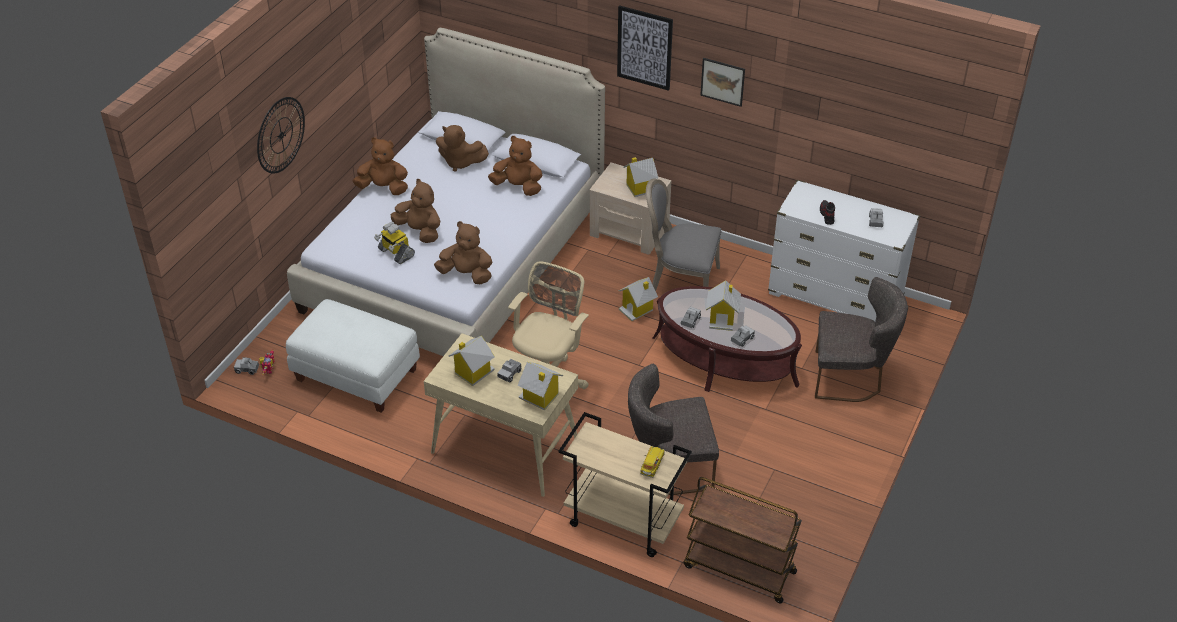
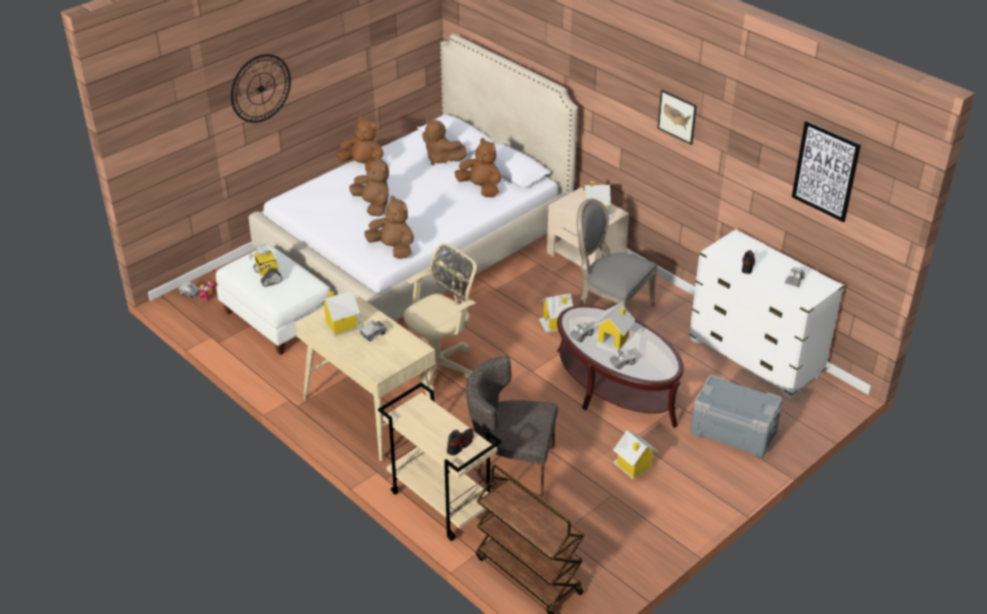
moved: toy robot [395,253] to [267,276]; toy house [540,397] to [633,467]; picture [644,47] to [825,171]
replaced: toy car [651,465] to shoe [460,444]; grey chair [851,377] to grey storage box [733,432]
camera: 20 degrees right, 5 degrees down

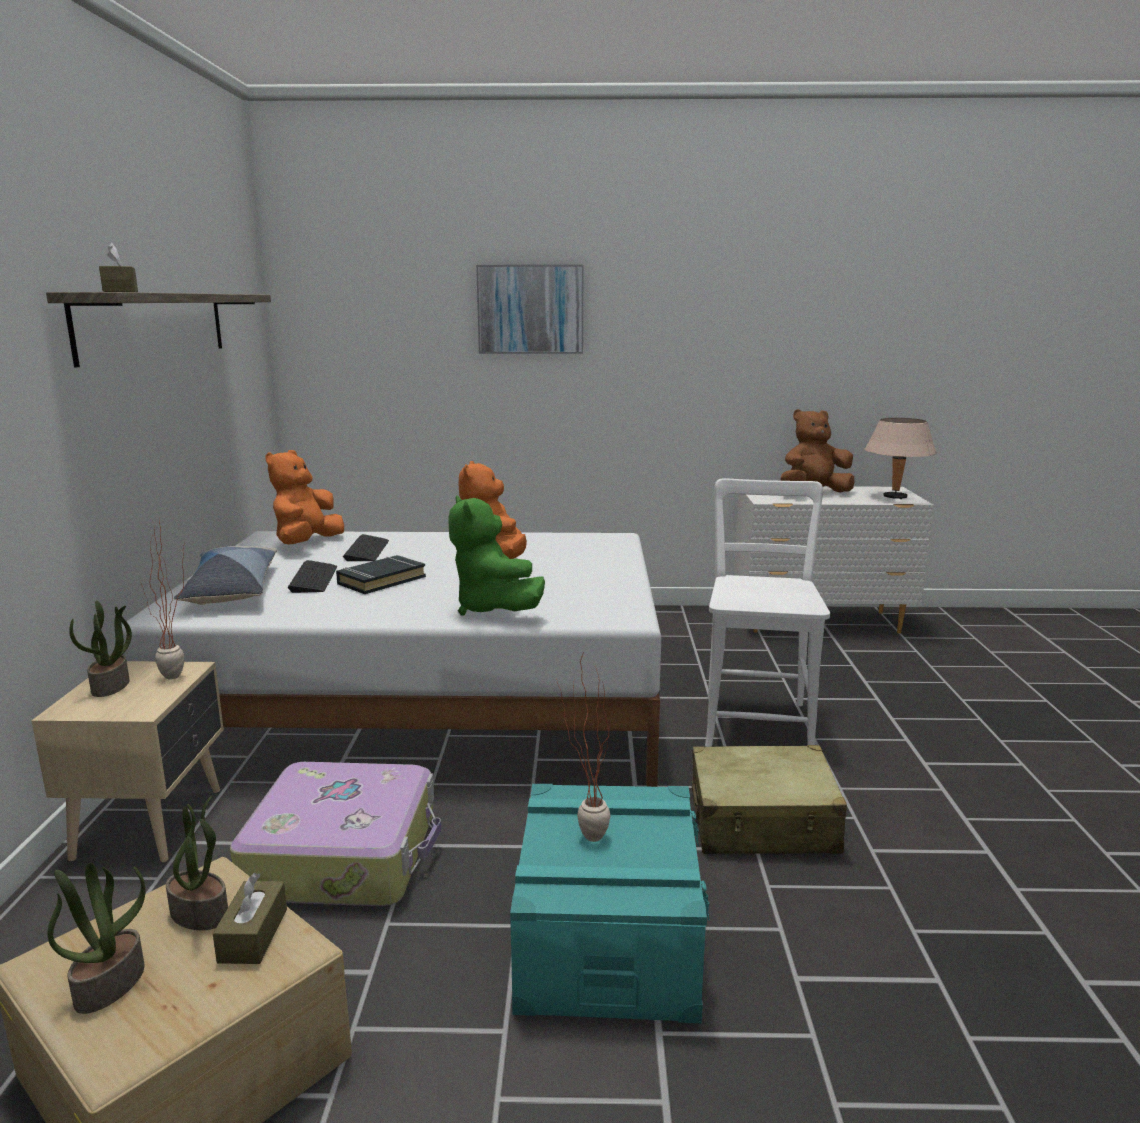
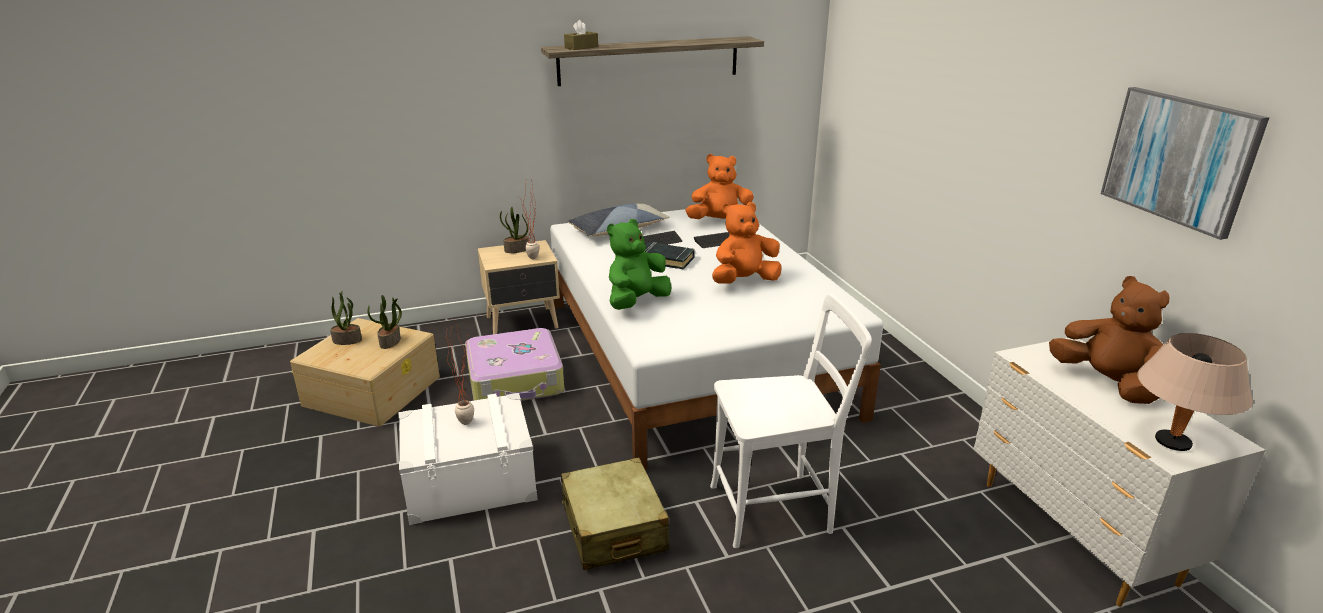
removed: brown tissue box [253,935]
moved: picture [530,309] to [1179,159]
recoloured: turquoise storage box [607,937] to white storage box [470,480]
camera: 70 degrees right, 10 degrees up

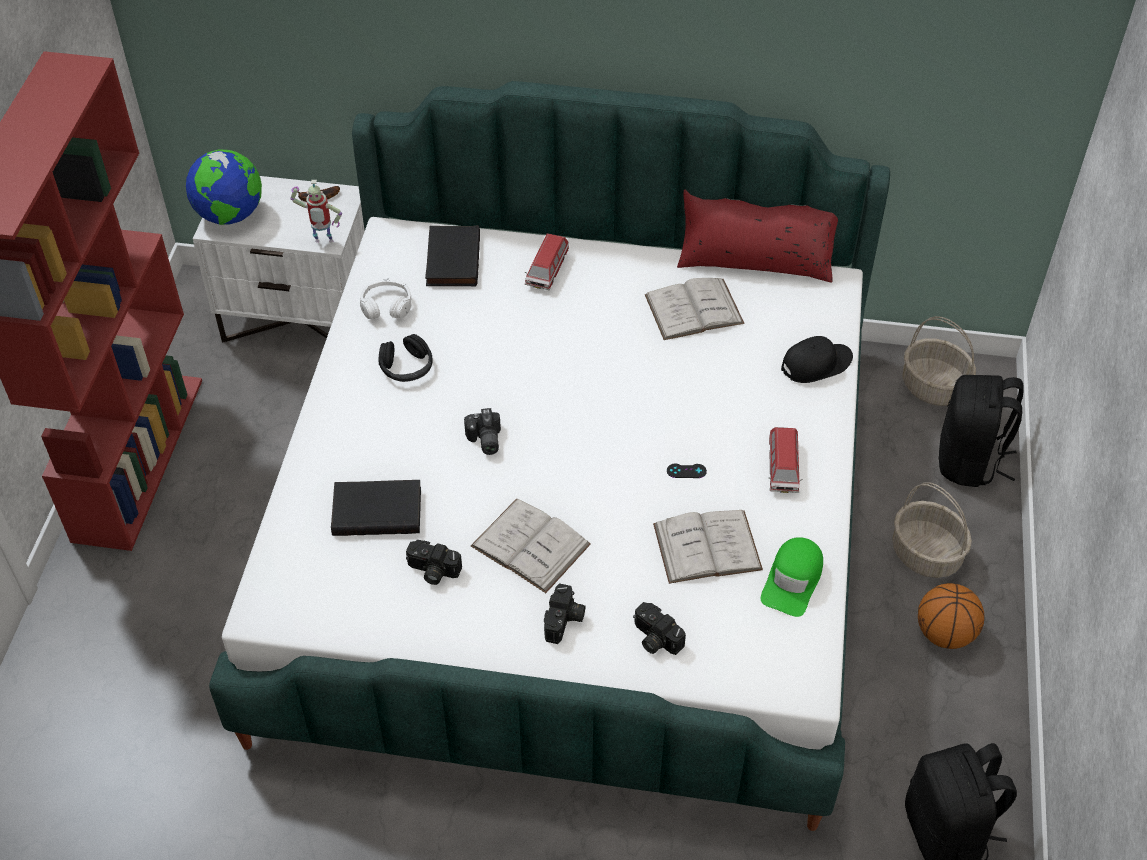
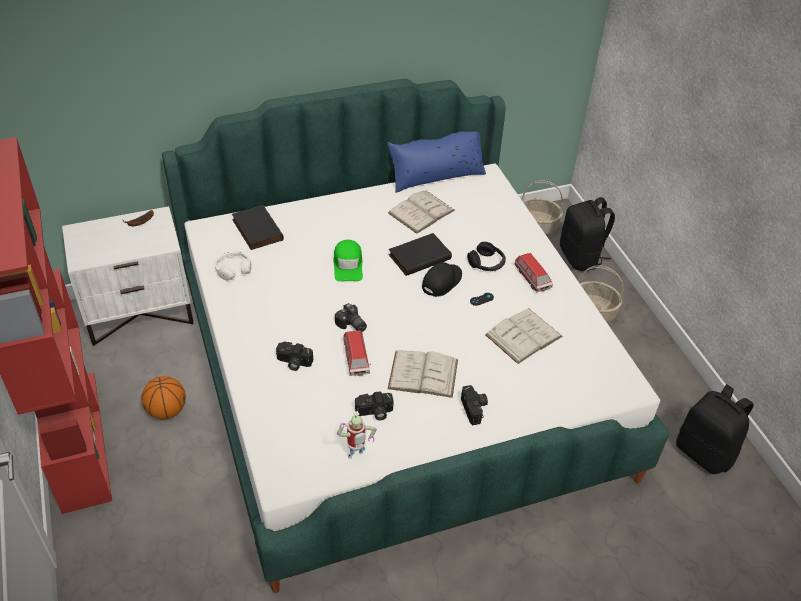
removed: globe [230,215]
moved: basketball [945,634] to [167,411]; photo camera [654,638] to [293,362]; green cap [793,580] to [348,265]; toy robot [323,243] to [356,457]; toy car [547,270] to [356,359]; black book [378,510] to [419,256]; black cap [816,364] to [442,282]; black headphones [407,367] to [486,263]
recoloured: red pillow [755,261] to blue pillow [436,176]
camera: 30 degrees left, 5 degrees down

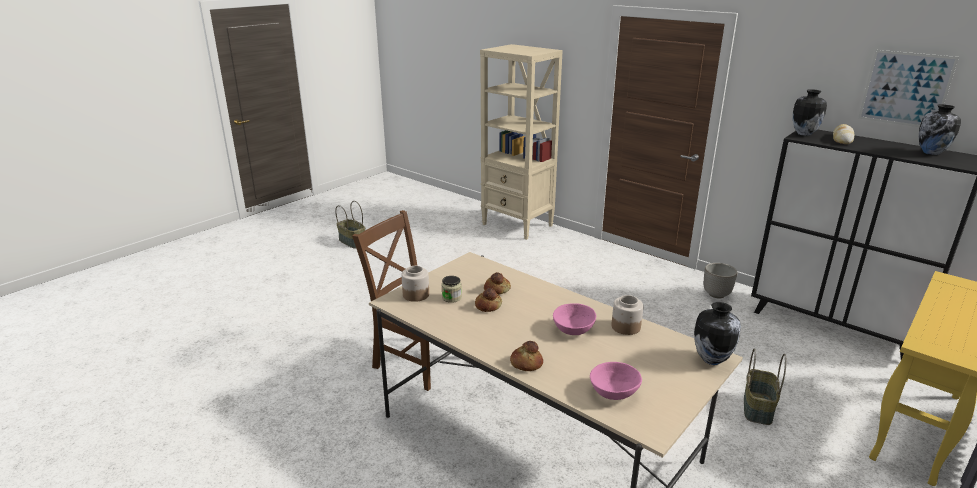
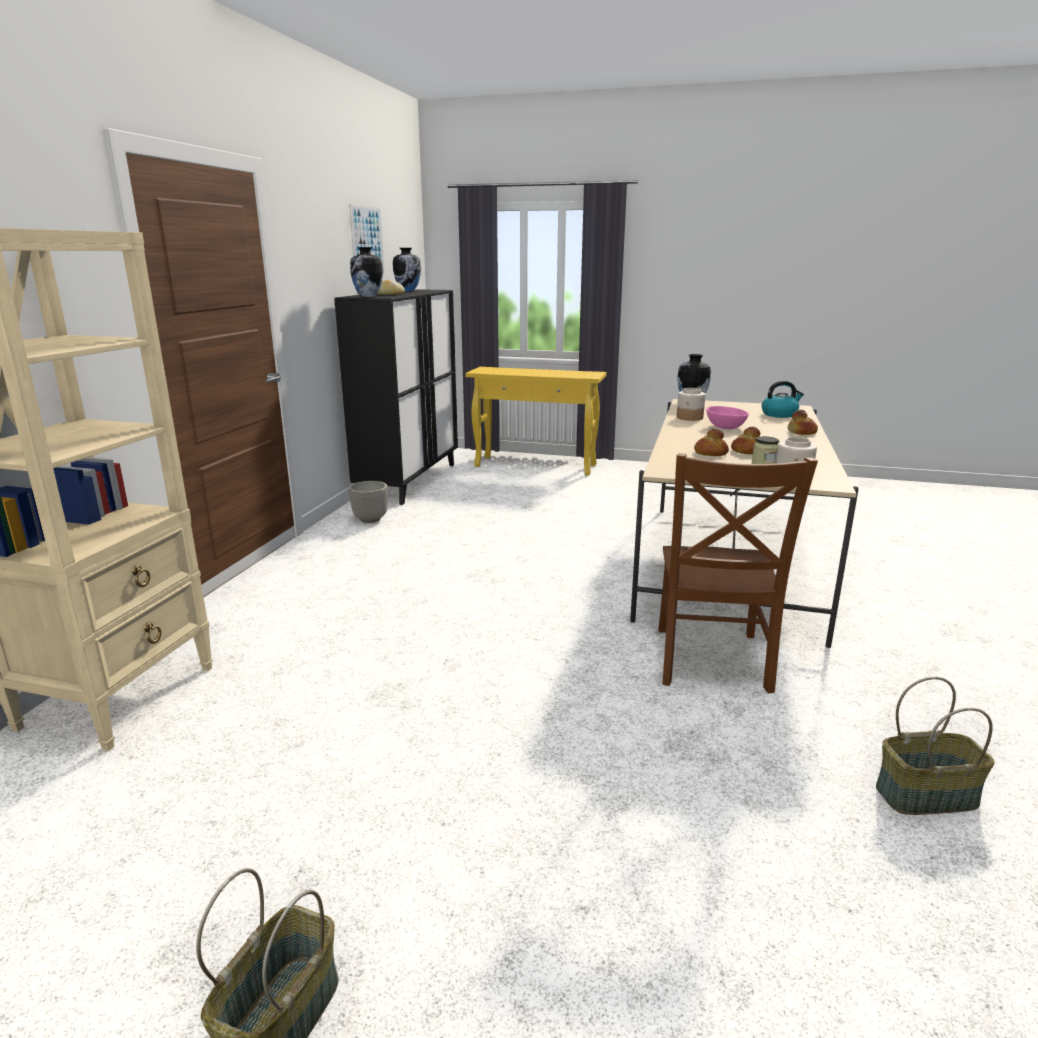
moved: basket [758,408] to [926,795]
replaced: pink bowl [614,392] to kettle [779,414]
camera: 115 degrees left, 5 degrees down

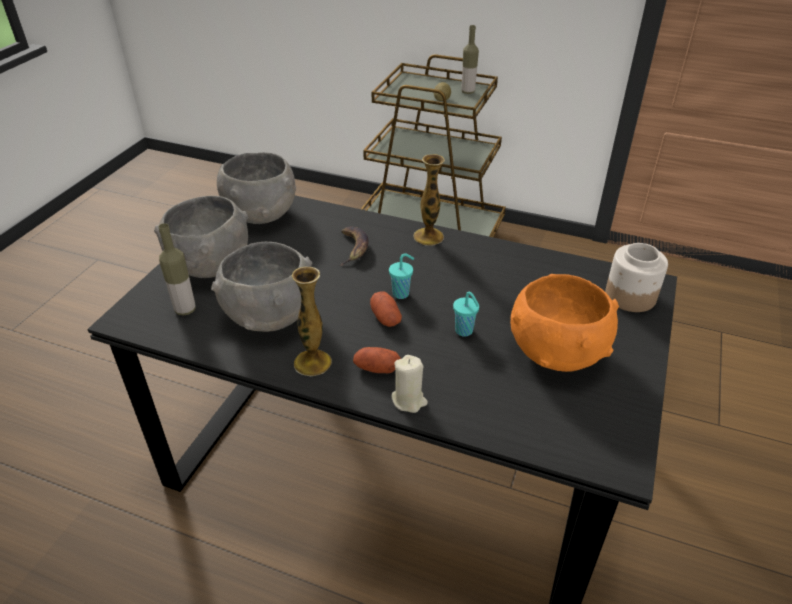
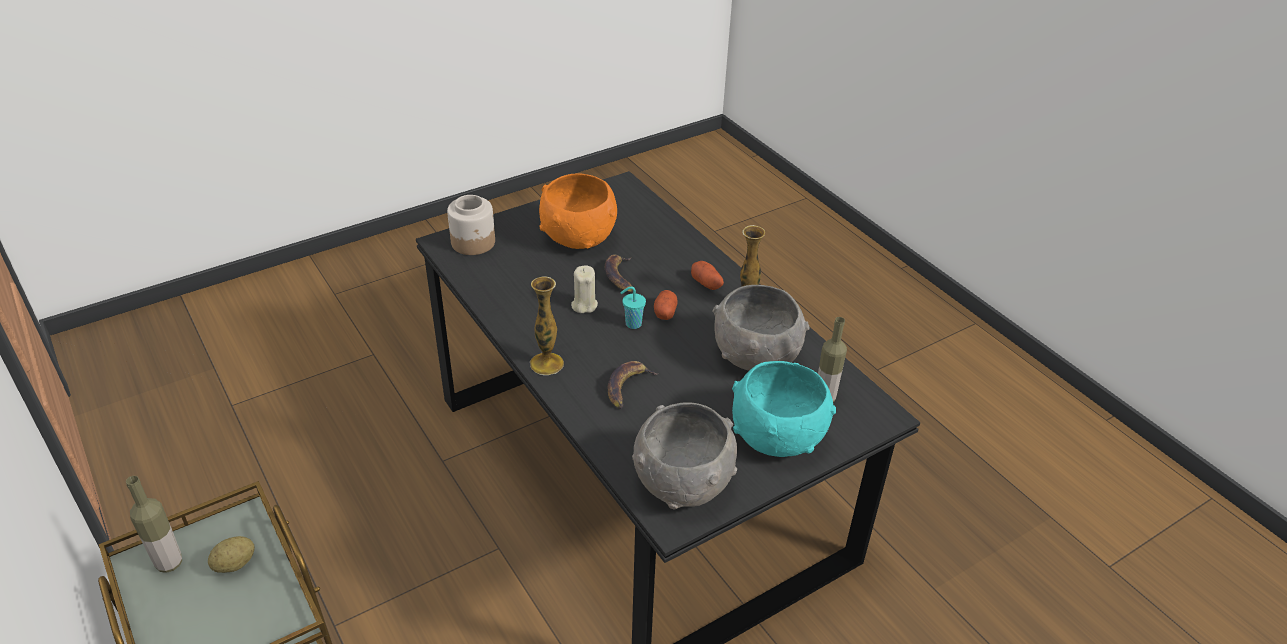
moved: beige candle [409,400] to [584,305]
replaced: turquoise cup [465,331] to banana [619,276]
recoloured: grey bowl [210,265] to turquoise bowl [778,437]
camera: 145 degrees left, 0 degrees up

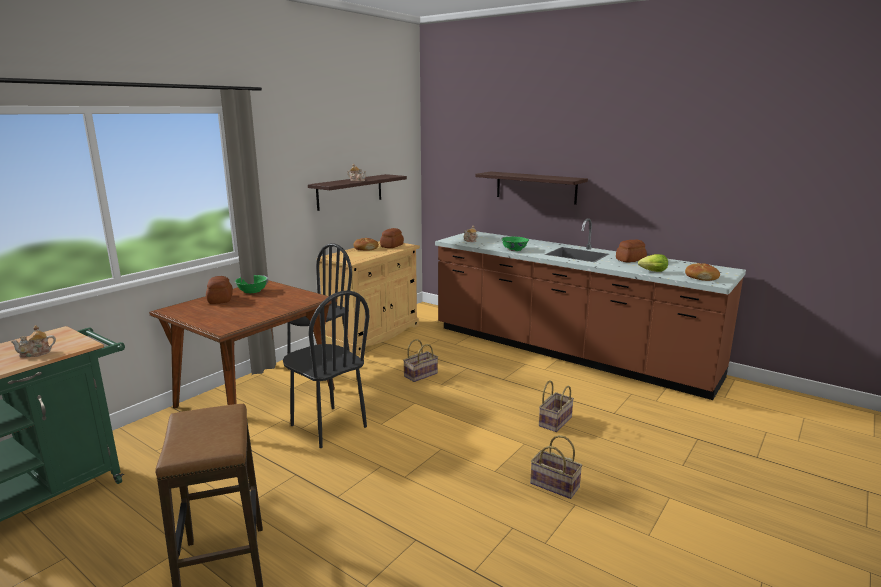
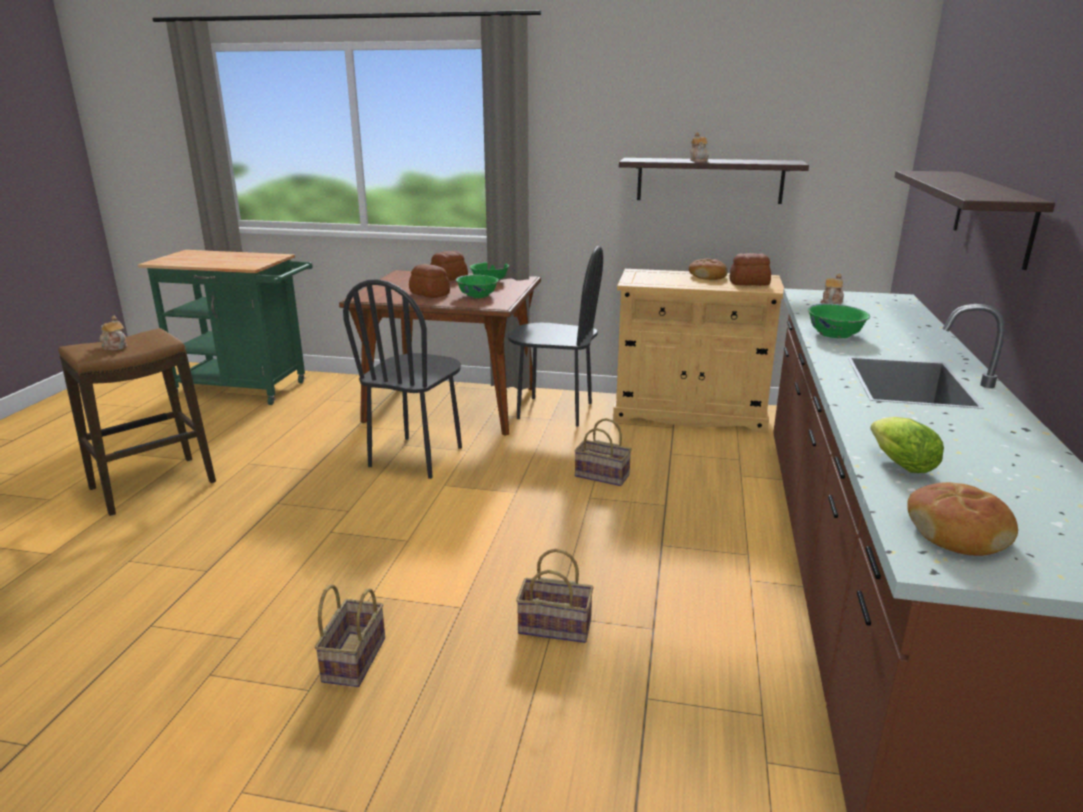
added: green bowl [477,295]
moved: teapot [36,353] to [114,346]; bread [630,260] to [430,294]
camera: 65 degrees right, 5 degrees up

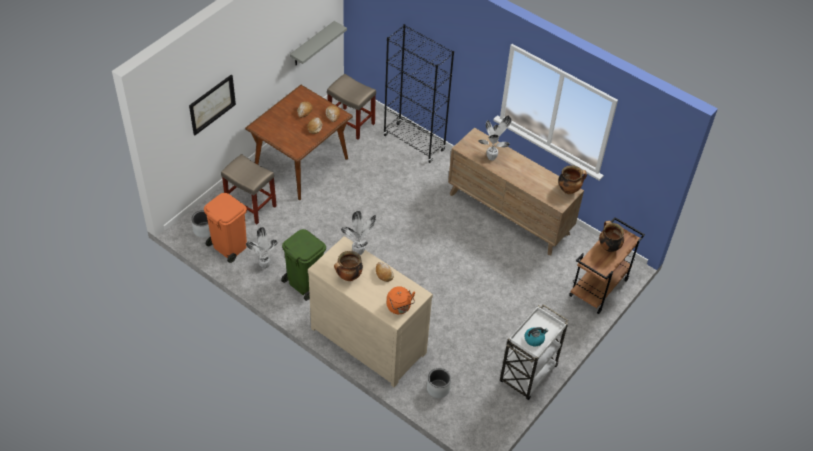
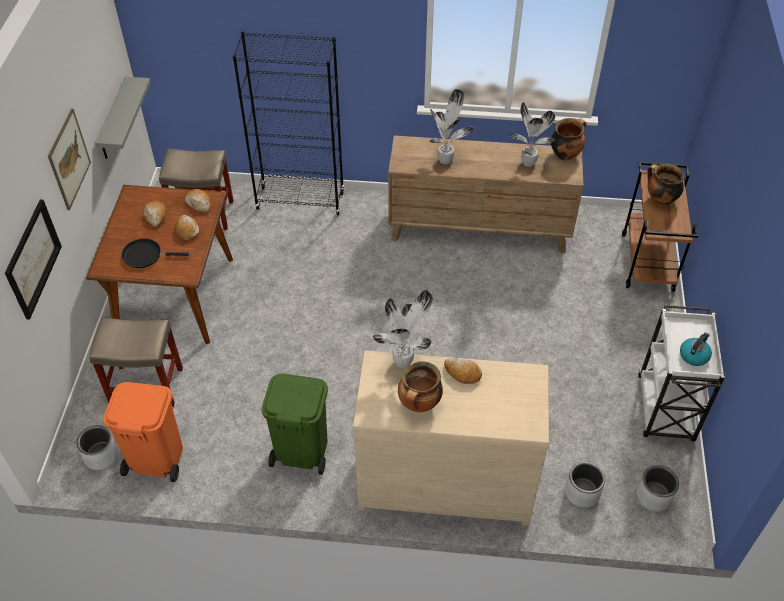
removed: orange kettle [399,307]
added: picture [69,159]; black frying pan [145,255]; grey planter [654,496]
moved: potted plant [263,266] to [528,163]
camera: 30 degrees left, 0 degrees up

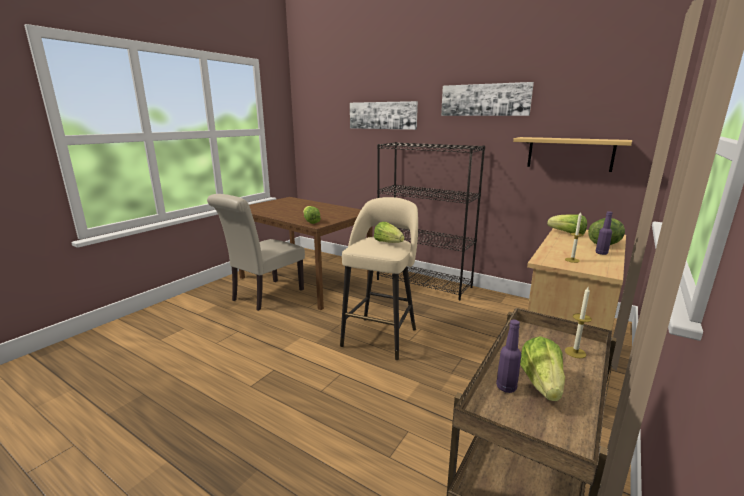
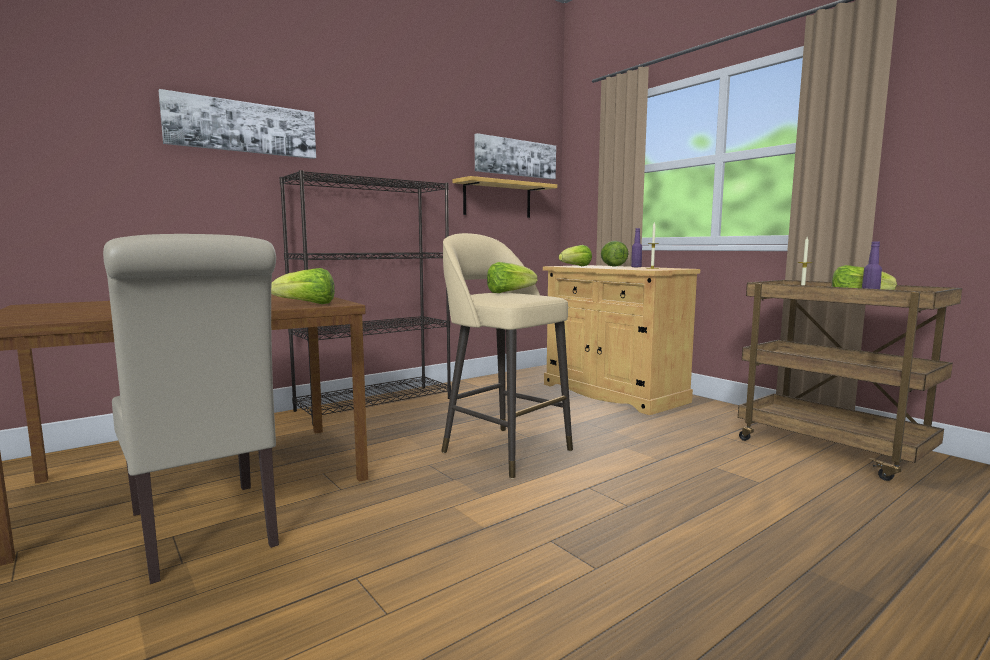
moved: picture [485,100] to [515,158]
camera: 70 degrees left, 10 degrees down

